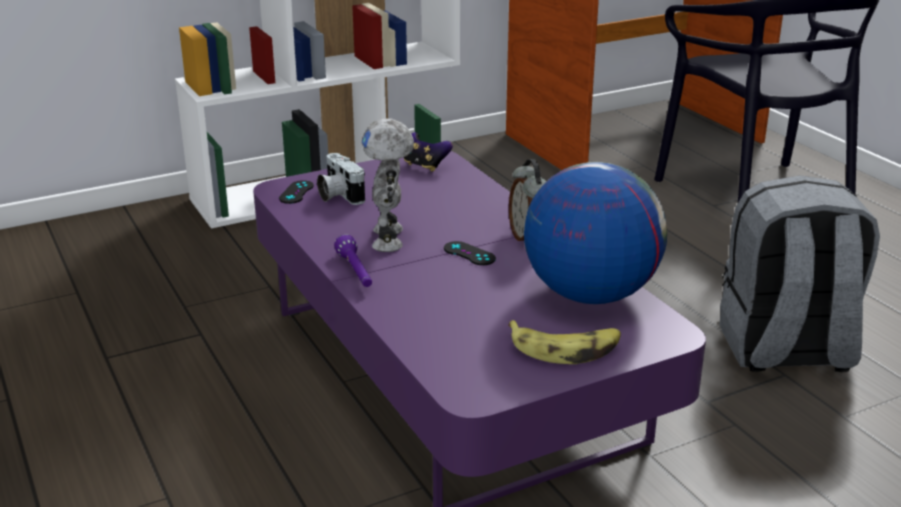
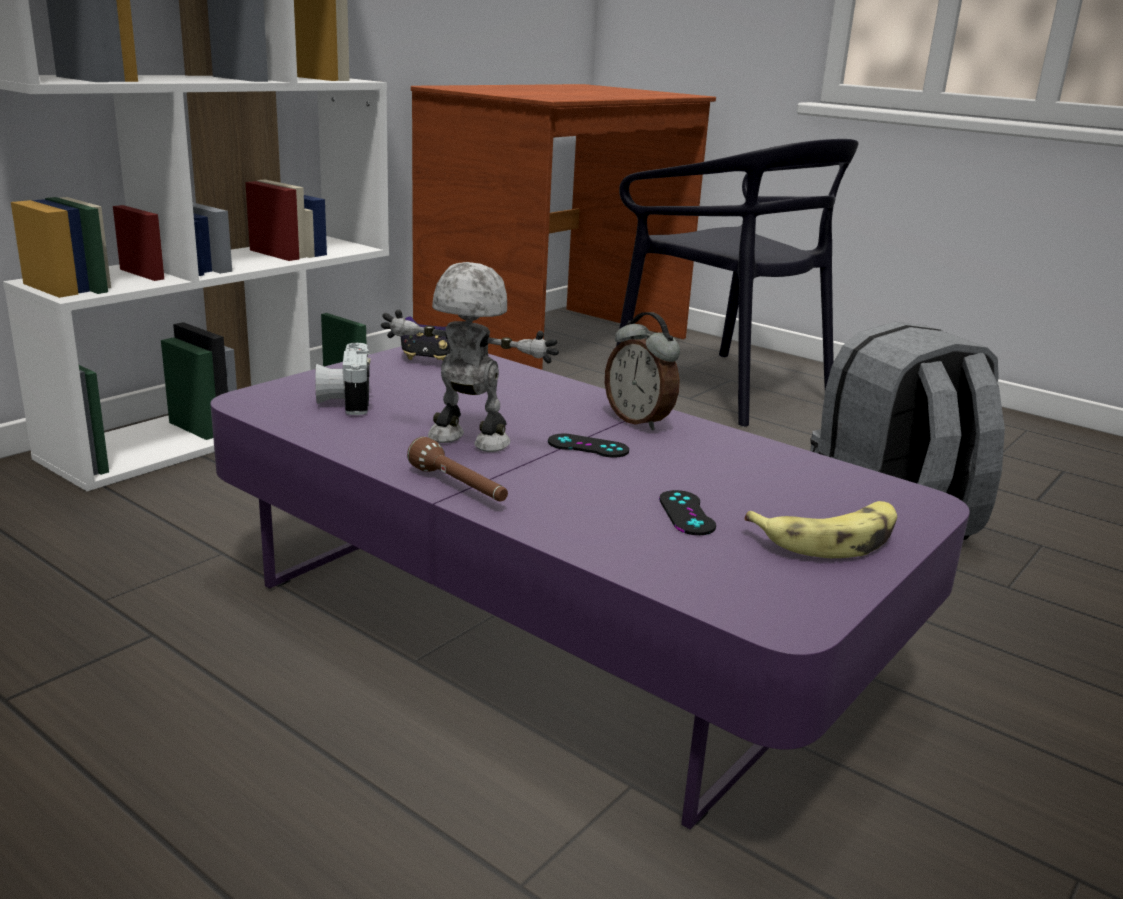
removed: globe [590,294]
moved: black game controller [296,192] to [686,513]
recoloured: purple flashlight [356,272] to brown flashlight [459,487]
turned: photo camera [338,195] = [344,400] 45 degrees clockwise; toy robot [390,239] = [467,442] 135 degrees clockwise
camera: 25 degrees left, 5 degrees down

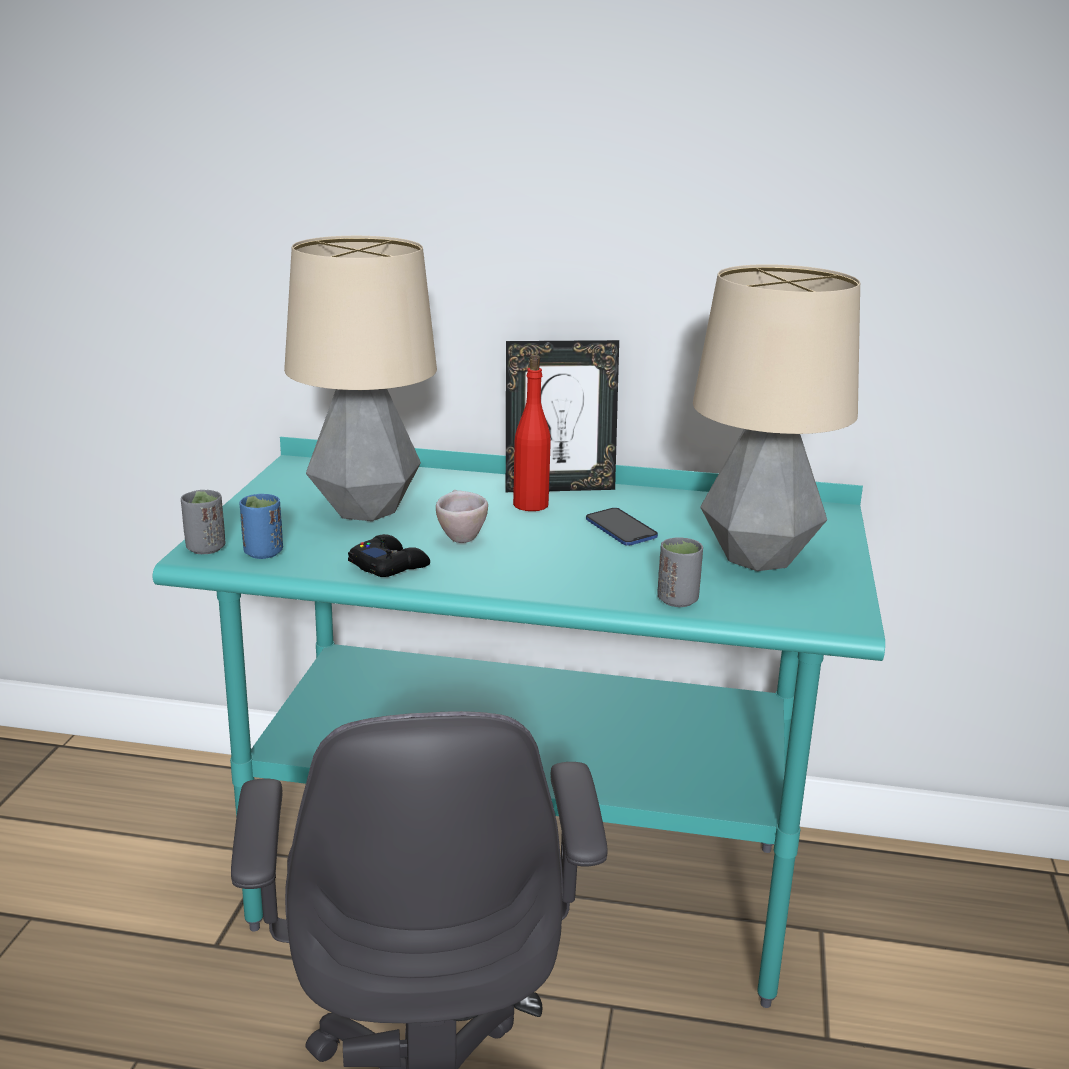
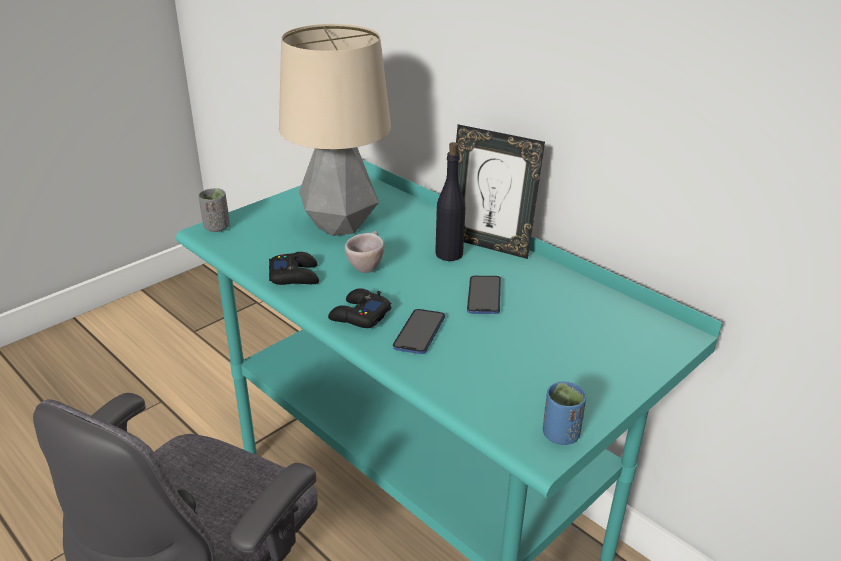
removed: grey cup [677,600]; table lamp [758,558]
added: black game controller [359,315]; phone [419,333]
moved: blue cup [263,553] to [560,434]
recoloured: red bottle [530,505] to black bottle [449,254]
camera: 35 degrees right, 10 degrees up

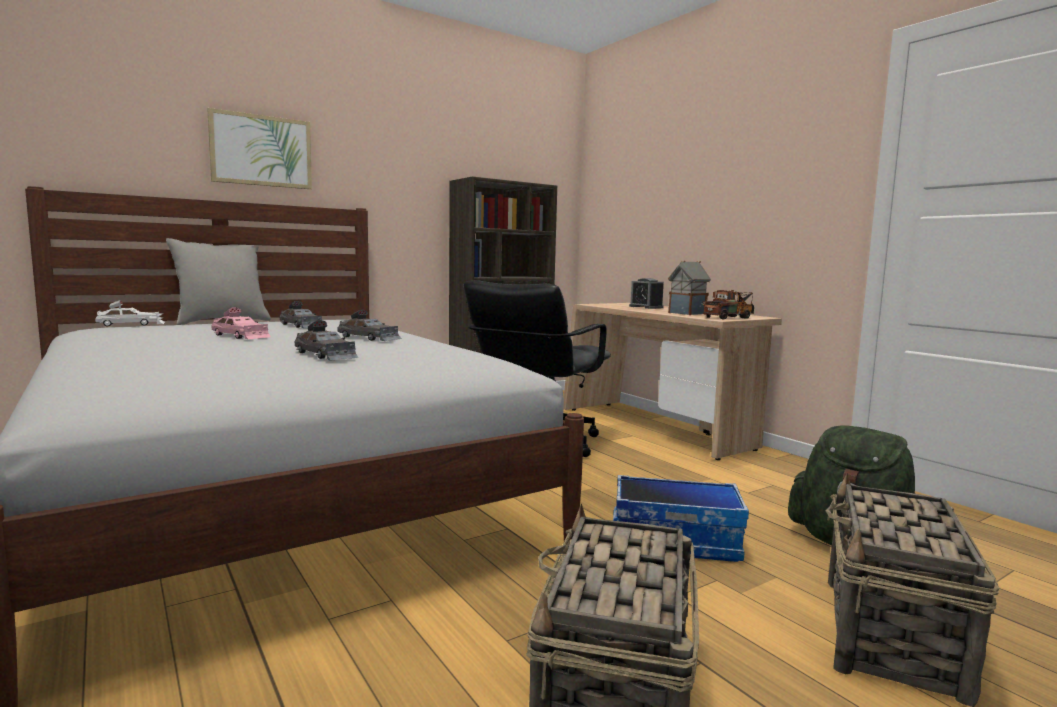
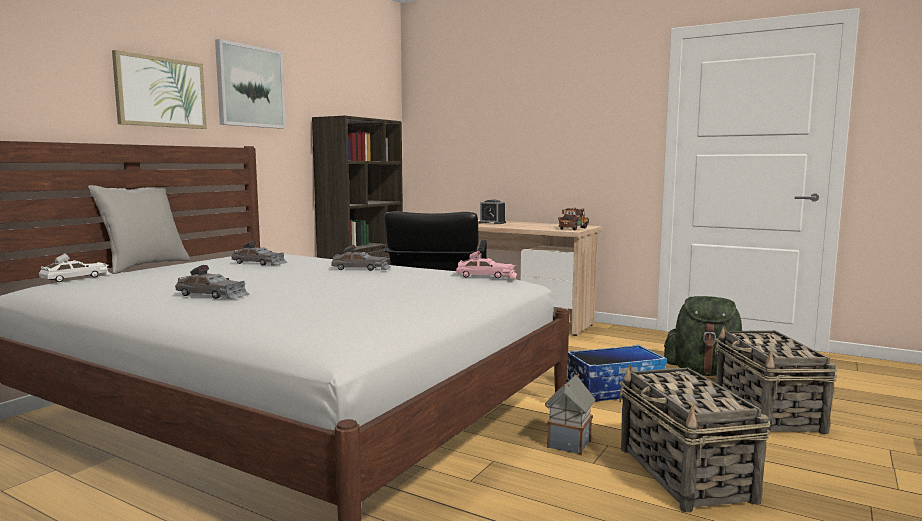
added: picture [250,86]
moved: grey toy car [325,355] to [212,295]; pink toy car [241,336] to [486,276]; toy house [686,313] to [569,445]
camera: 25 degrees left, 0 degrees up

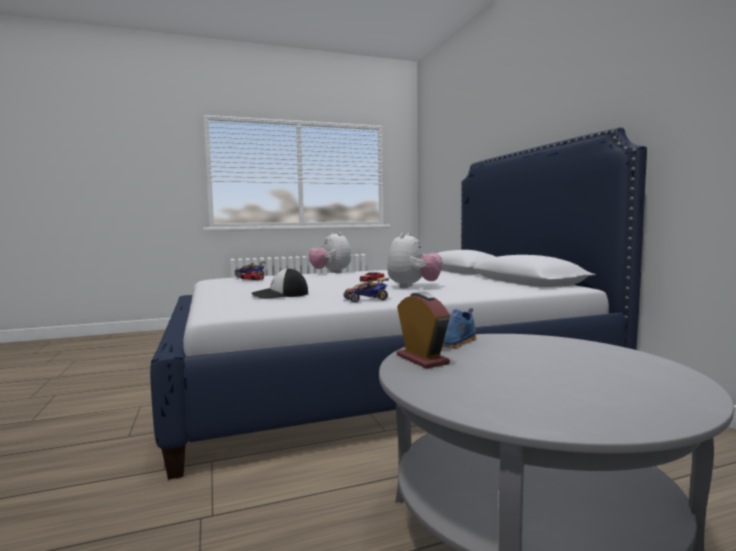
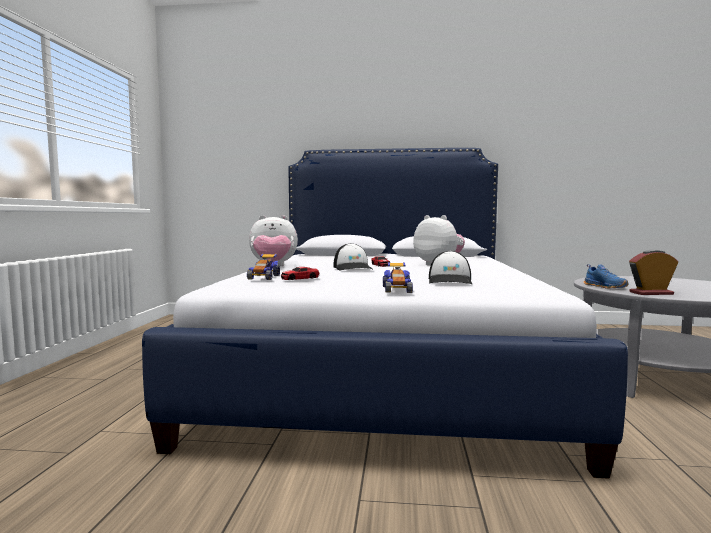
added: cap [353,268]
moved: toy car [367,299] to [397,289]
camera: 65 degrees left, 0 degrees up

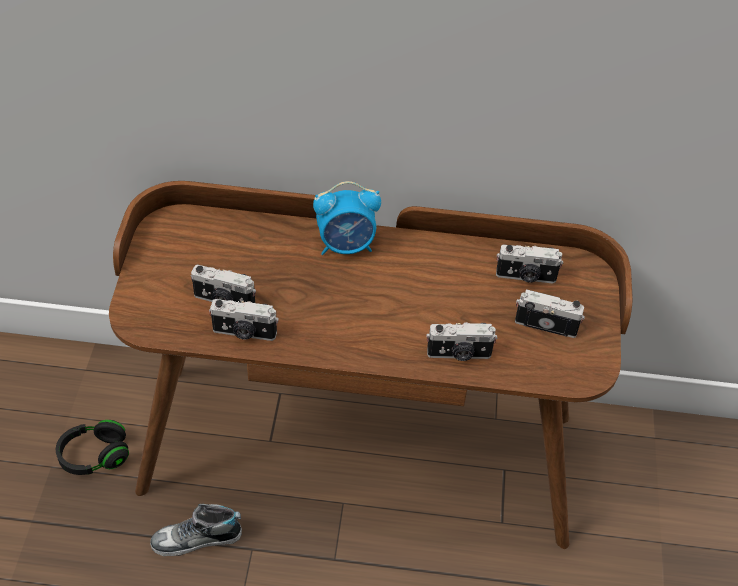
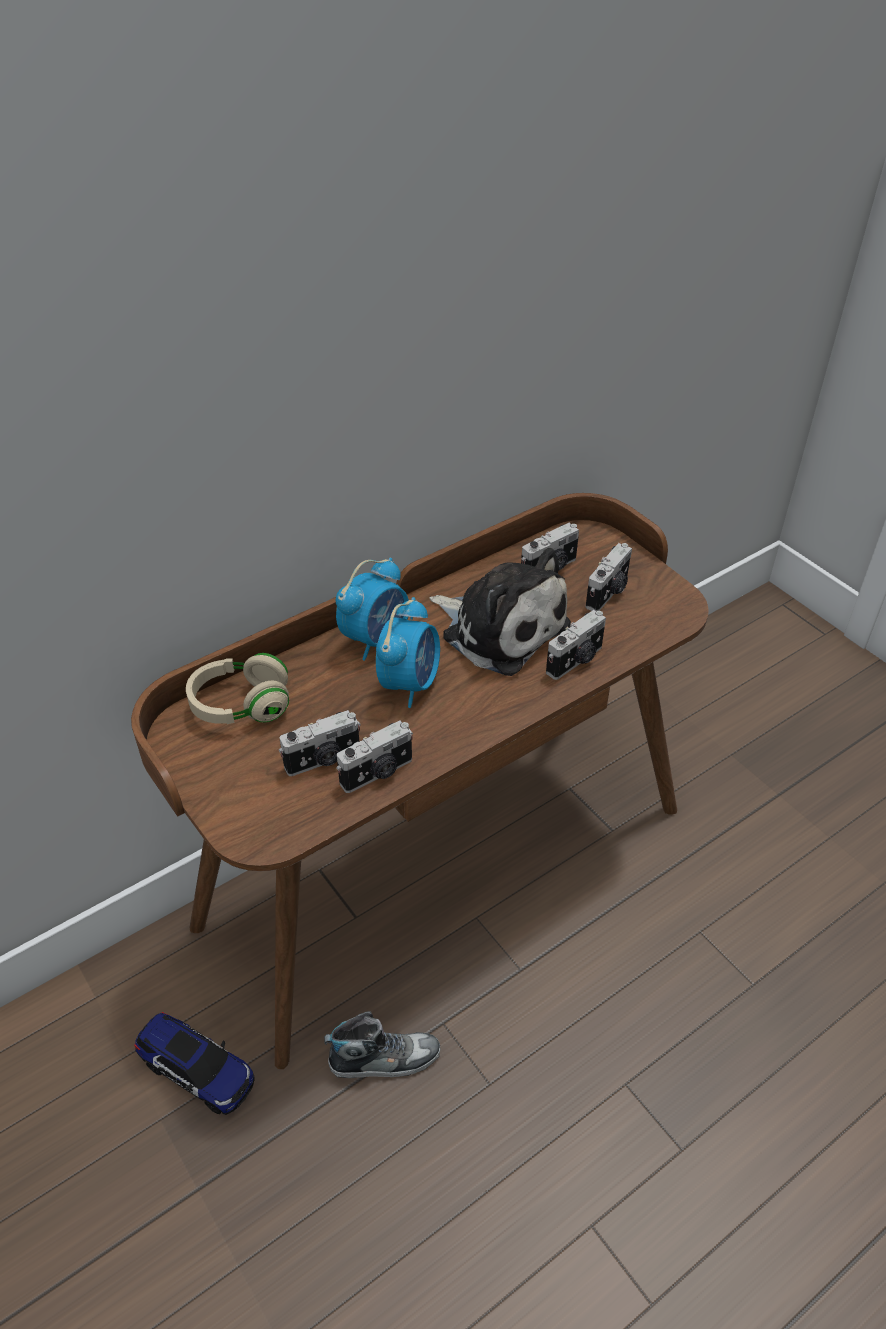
added: beige headphones [241,705]; alarm clock [410,683]; plush toy [500,628]
replaced: black headphones [94,456] to toy car [197,1070]
turned: shoe [197,539] = [384,1058] 135 degrees counterclockwise; photo camera [546,324] = [608,593] 150 degrees clockwise
camera: 40 degrees left, 5 degrees down

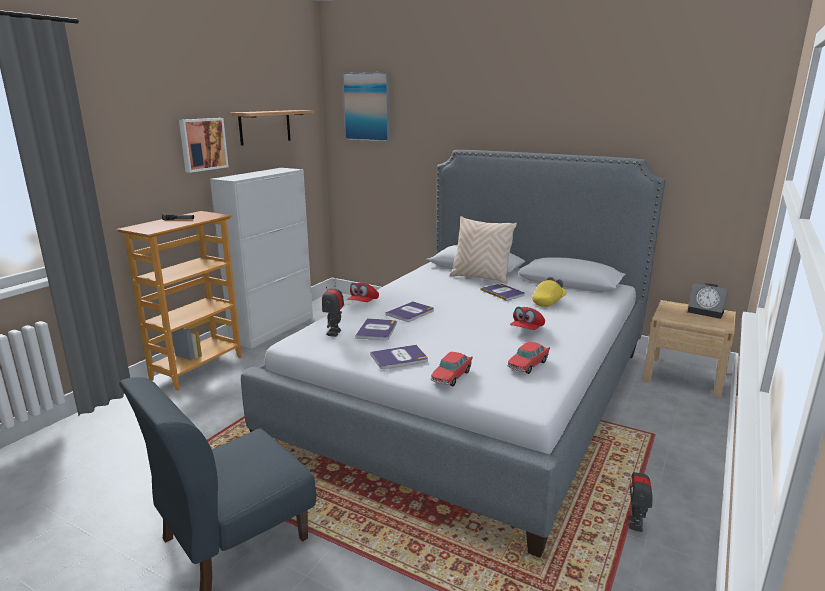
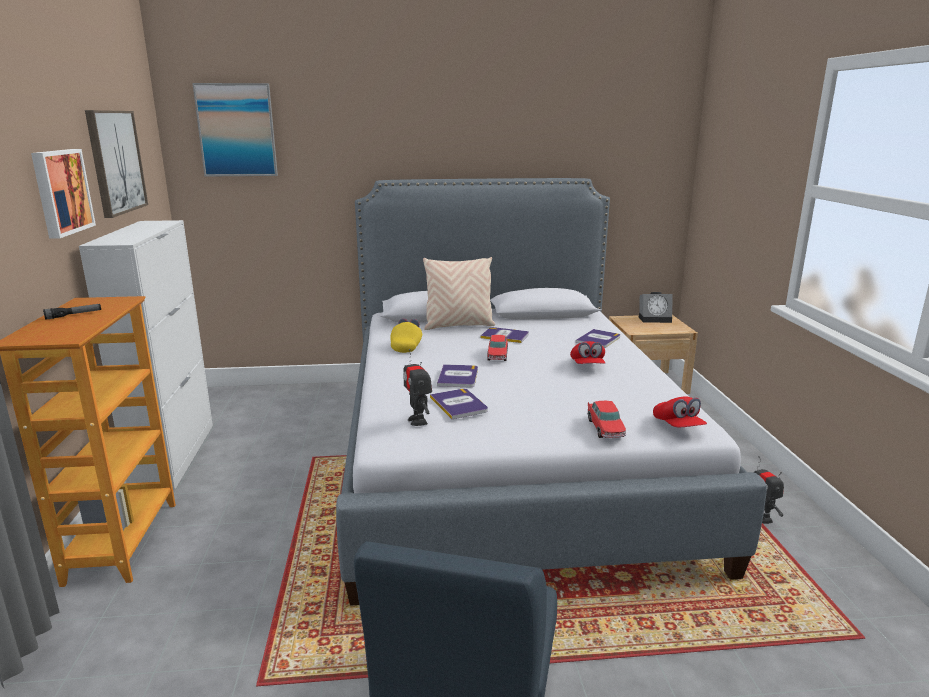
moved: yellow cap [548,301] to [407,346]; toy car [528,365] to [497,355]; book [399,358] to [598,339]; red cap [363,303] to [678,426]
replaced: shelf [265,127] to picture [115,162]
camera: 35 degrees left, 0 degrees up

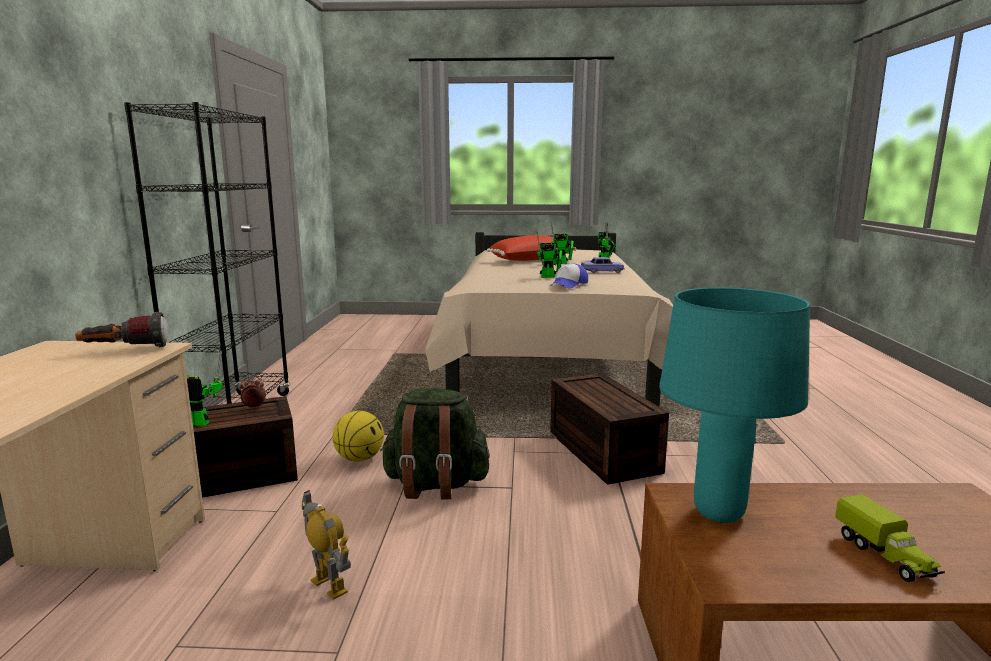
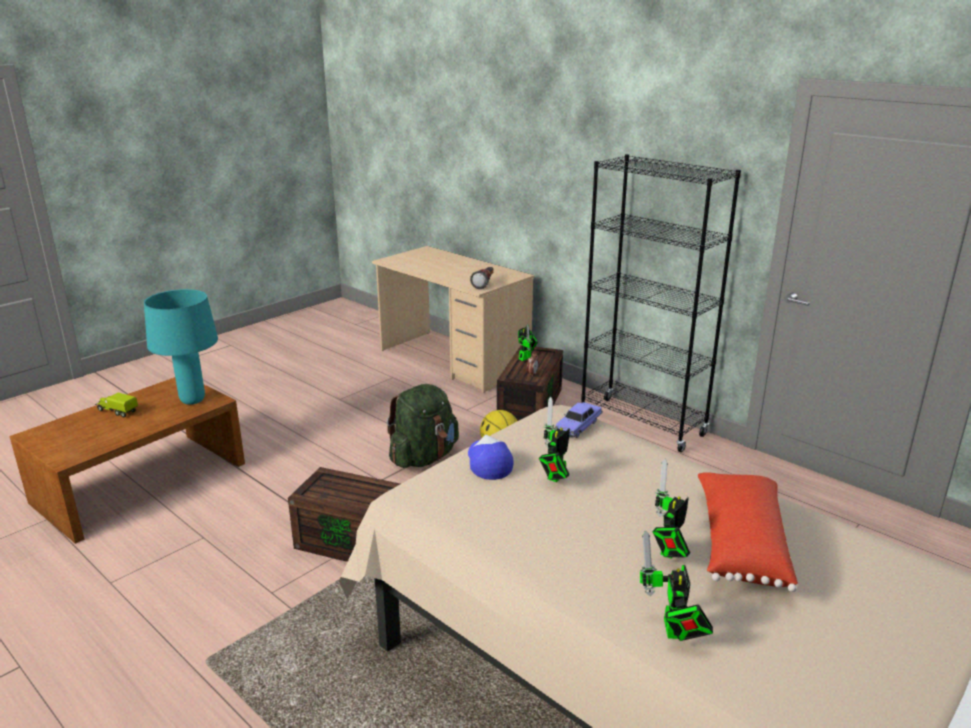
removed: toy robot [329,585]
moved: toy car [602,271] to [578,426]
camera: 130 degrees right, 10 degrees up

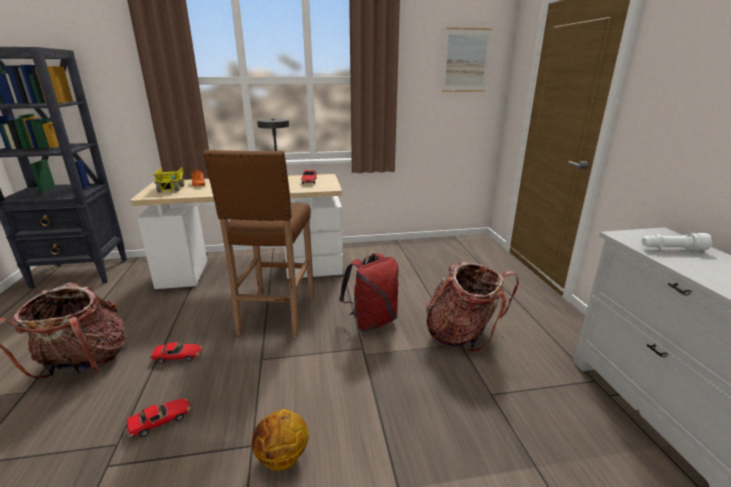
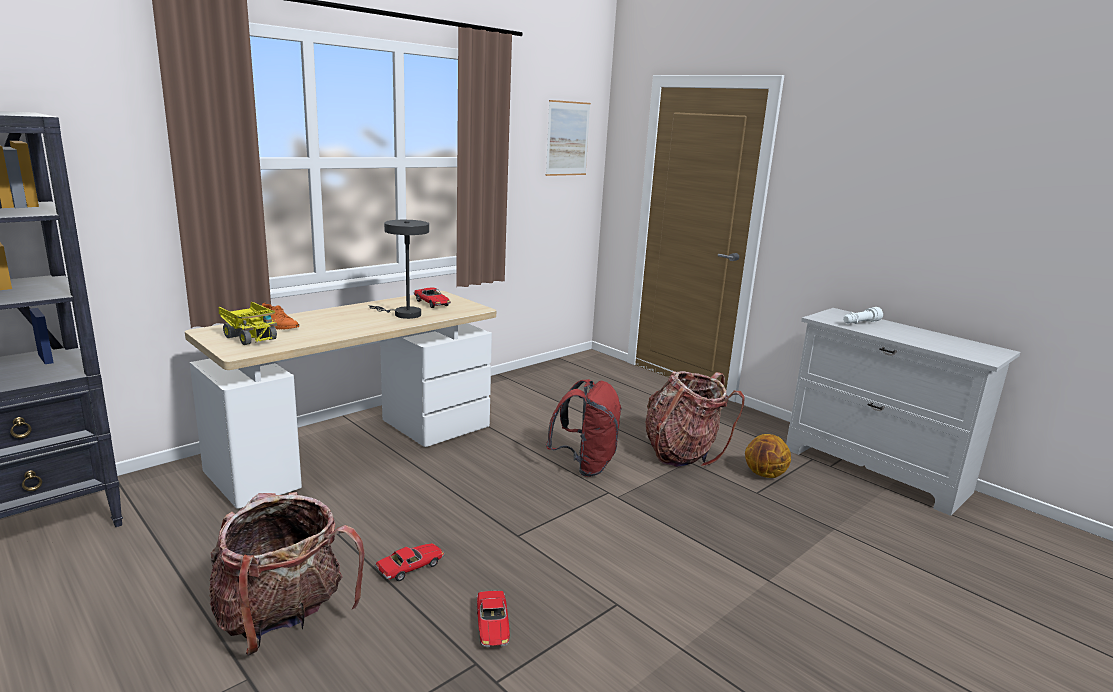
removed: brown stool [276,315]
moved: basketball [282,458] to [764,475]
turned: toy car [161,421] = [492,626] 150 degrees clockwise
camera: 35 degrees left, 5 degrees down

